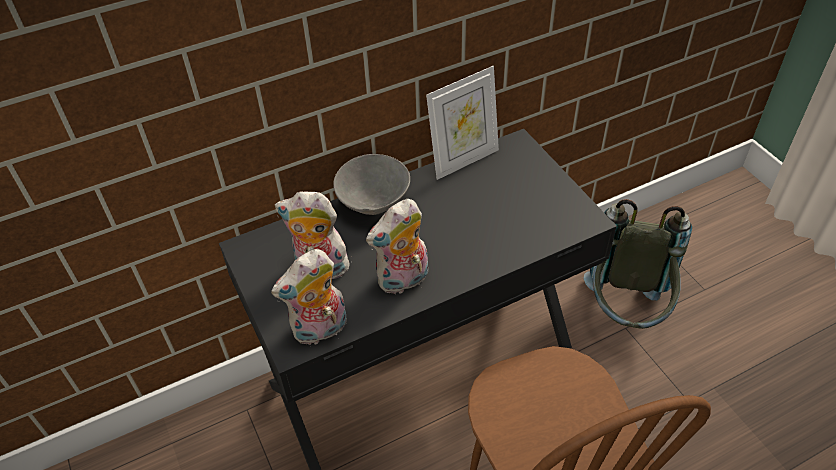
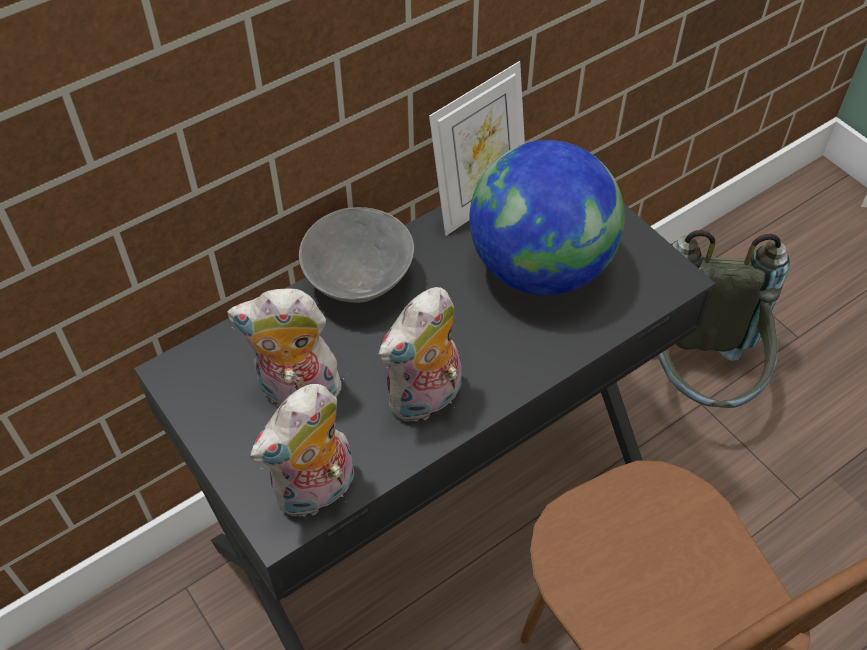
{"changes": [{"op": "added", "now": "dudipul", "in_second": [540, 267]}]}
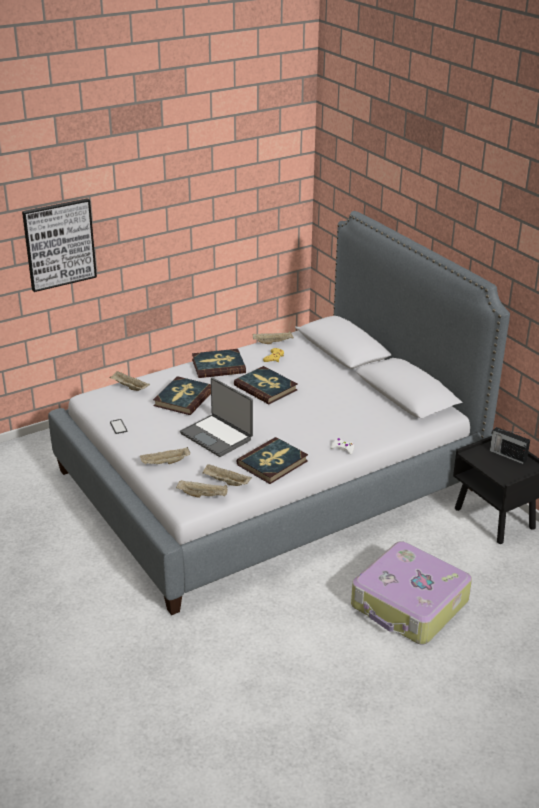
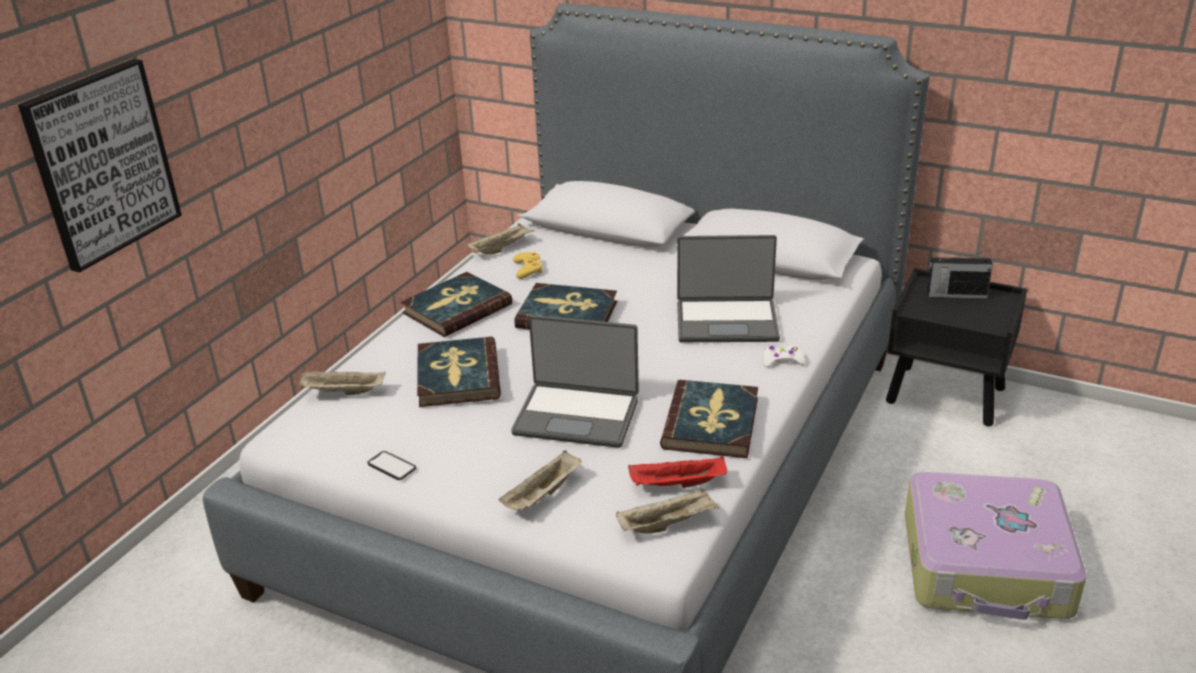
{"changes": [{"op": "recoloured", "was": "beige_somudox", "now": "red_somudox", "in_first": [225, 482], "in_second": [676, 485]}, {"op": "added", "now": "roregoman", "in_second": [727, 321]}]}
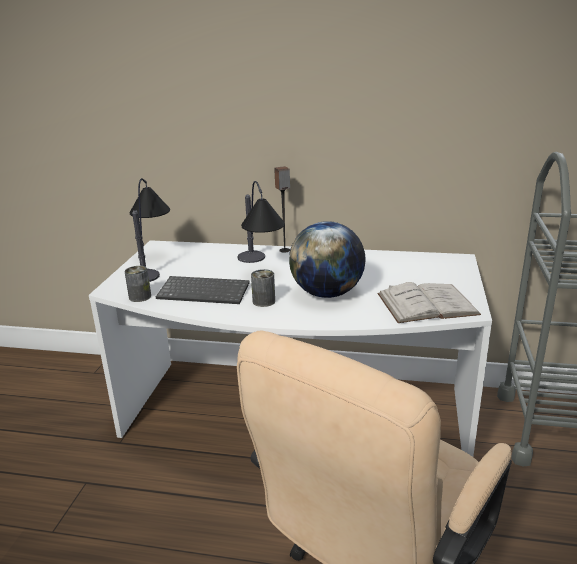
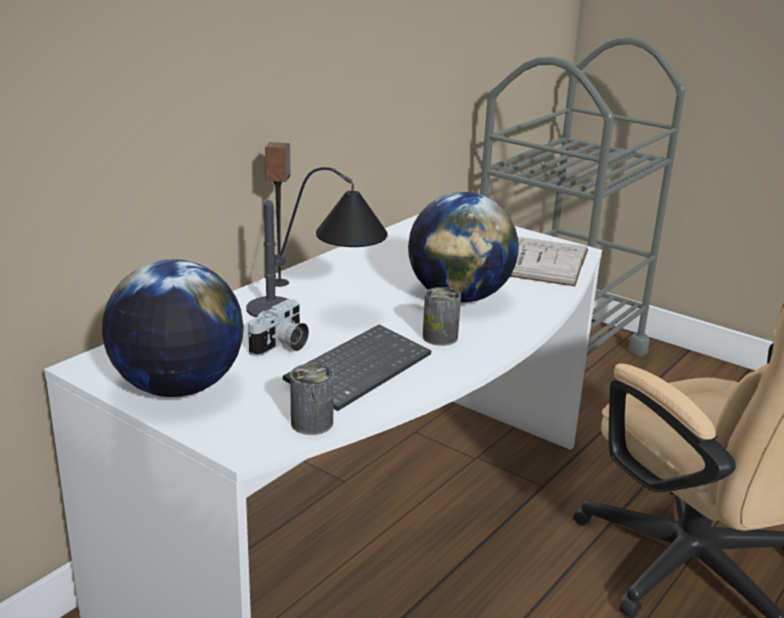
{"changes": [{"op": "replaced", "was": "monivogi", "now": "dudipul", "in_first": [152, 264], "in_second": [177, 388]}, {"op": "added", "now": "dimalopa", "in_second": [281, 346]}]}
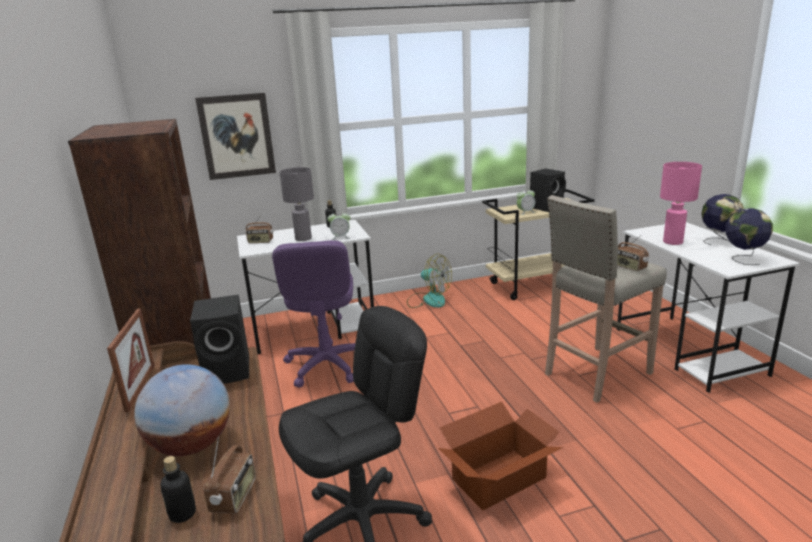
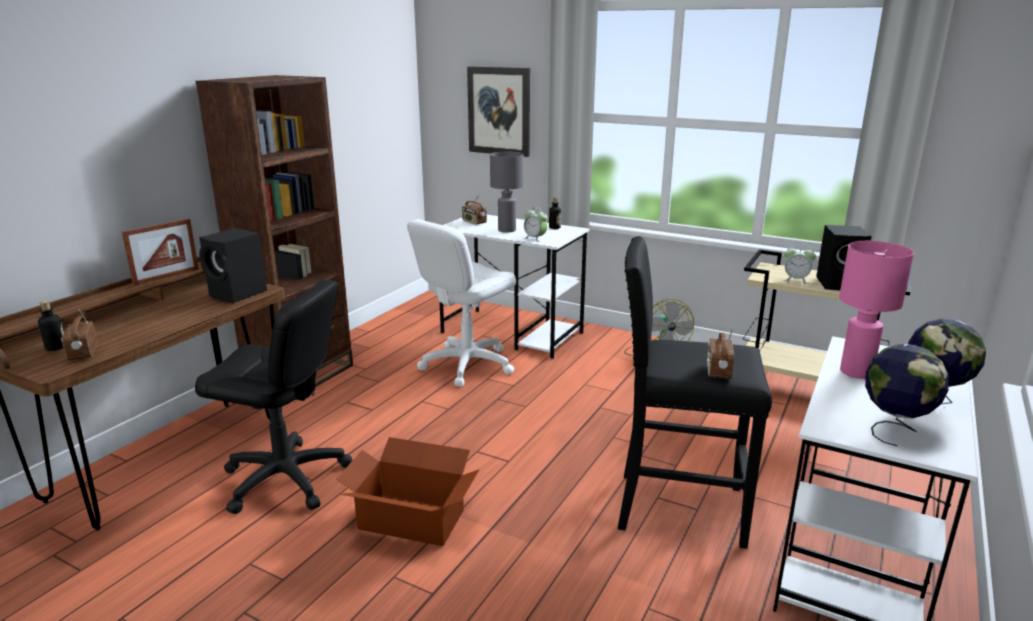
{"changes": [{"op": "recoloured", "was": "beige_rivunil", "now": "black_rivunil", "in_first": [595, 374], "in_second": [677, 507]}, {"op": "recoloured", "was": "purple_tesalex", "now": "white_tesalex", "in_first": [326, 365], "in_second": [467, 364]}, {"op": "removed", "was": "dudipul", "in_first": [191, 446]}, {"op": "turned", "was": "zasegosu", "in_first": [234, 497], "in_second": [82, 353], "clockwise": 105}]}
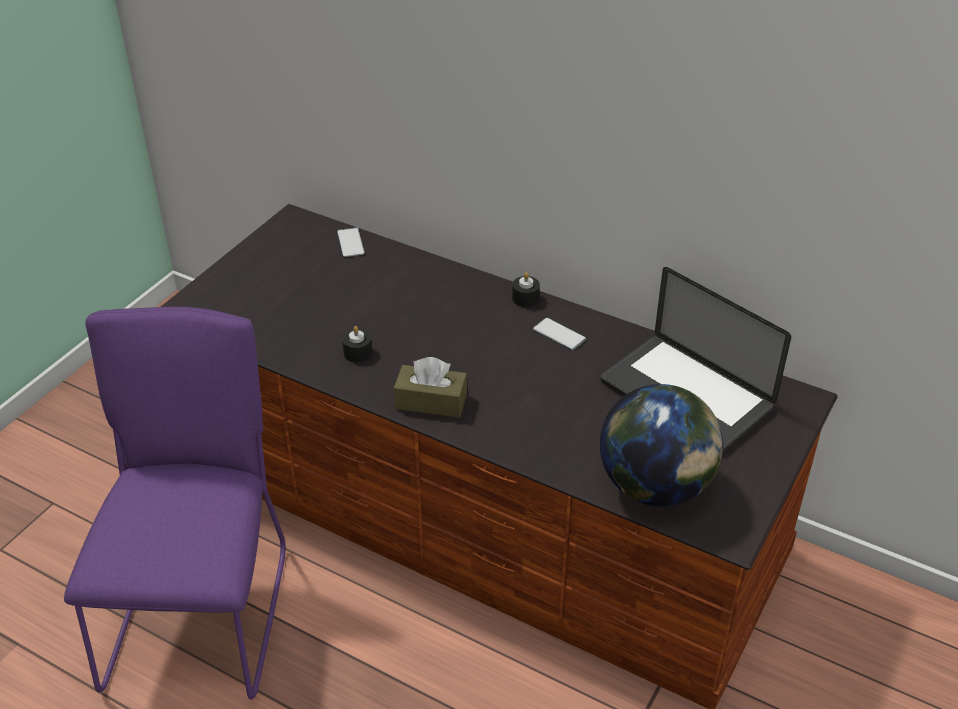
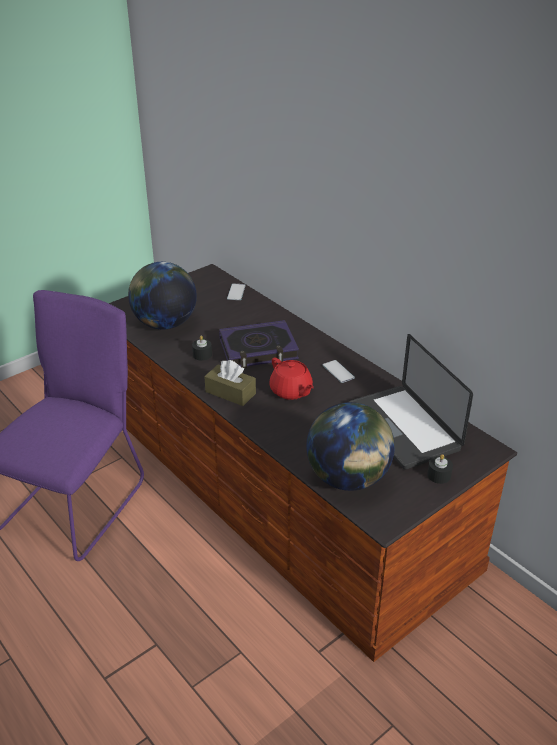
{"changes": [{"op": "moved", "was": "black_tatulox", "in_first": [525, 298], "in_second": [439, 475]}, {"op": "added", "now": "dudipul", "in_second": [164, 324]}, {"op": "added", "now": "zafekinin", "in_second": [258, 350]}, {"op": "added", "now": "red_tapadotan", "in_second": [291, 391]}]}
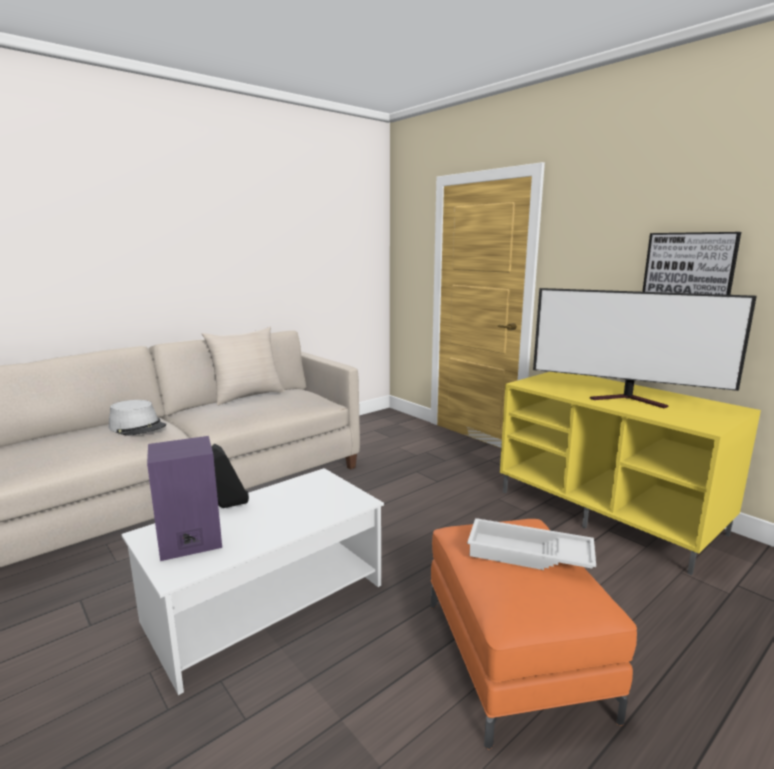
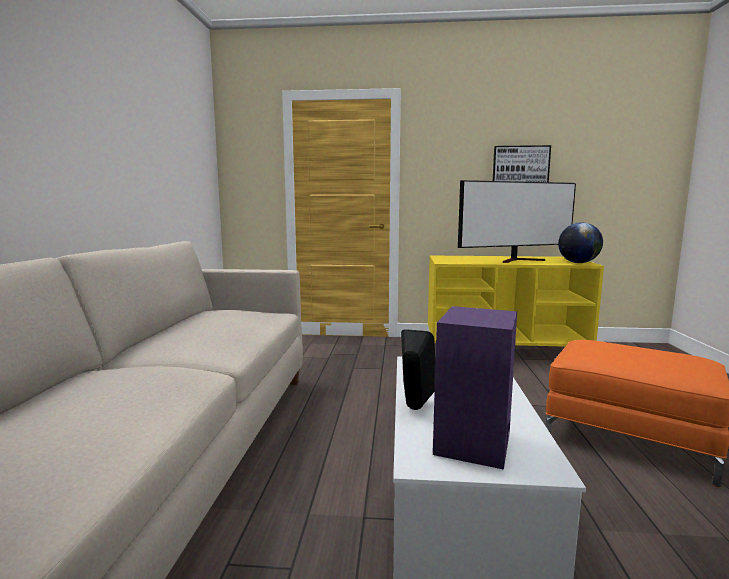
{"changes": [{"op": "removed", "was": "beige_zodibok", "in_first": [247, 396]}, {"op": "removed", "was": "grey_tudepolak", "in_first": [138, 427]}, {"op": "removed", "was": "white_somudox", "in_first": [528, 555]}, {"op": "added", "now": "dudipul", "in_second": [578, 263]}]}
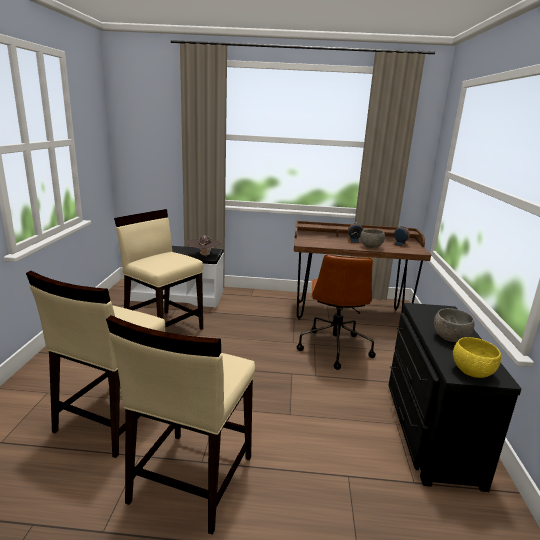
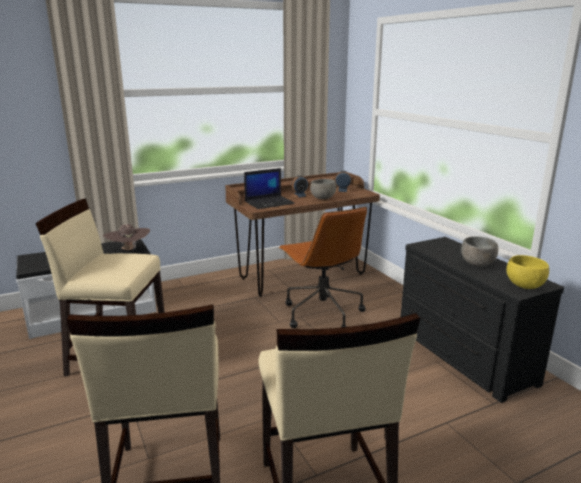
{"changes": [{"op": "added", "now": "roregoman", "in_second": [269, 202]}]}
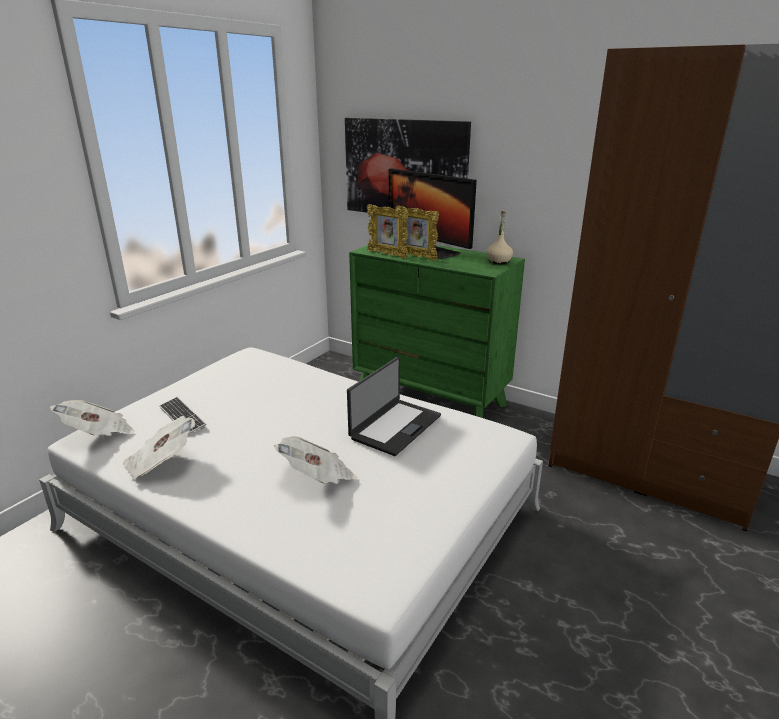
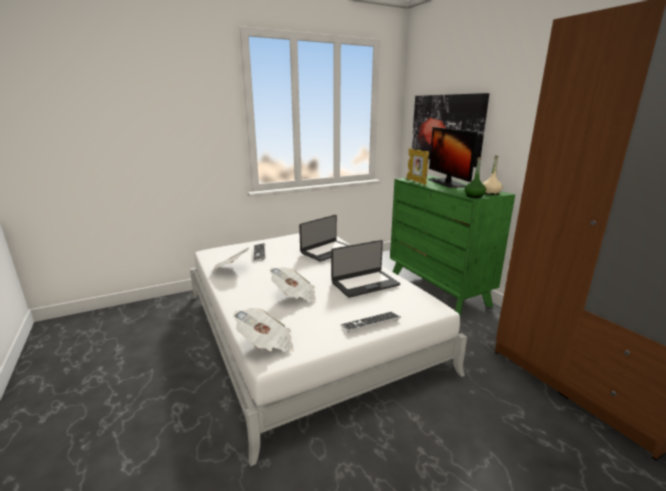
{"changes": [{"op": "removed", "was": "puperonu", "in_first": [416, 257]}, {"op": "moved", "was": "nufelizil", "in_first": [99, 434], "in_second": [266, 344]}, {"op": "added", "now": "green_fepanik", "in_second": [474, 196]}, {"op": "added", "now": "roregoman", "in_second": [327, 251]}, {"op": "added", "now": "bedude", "in_second": [370, 323]}]}
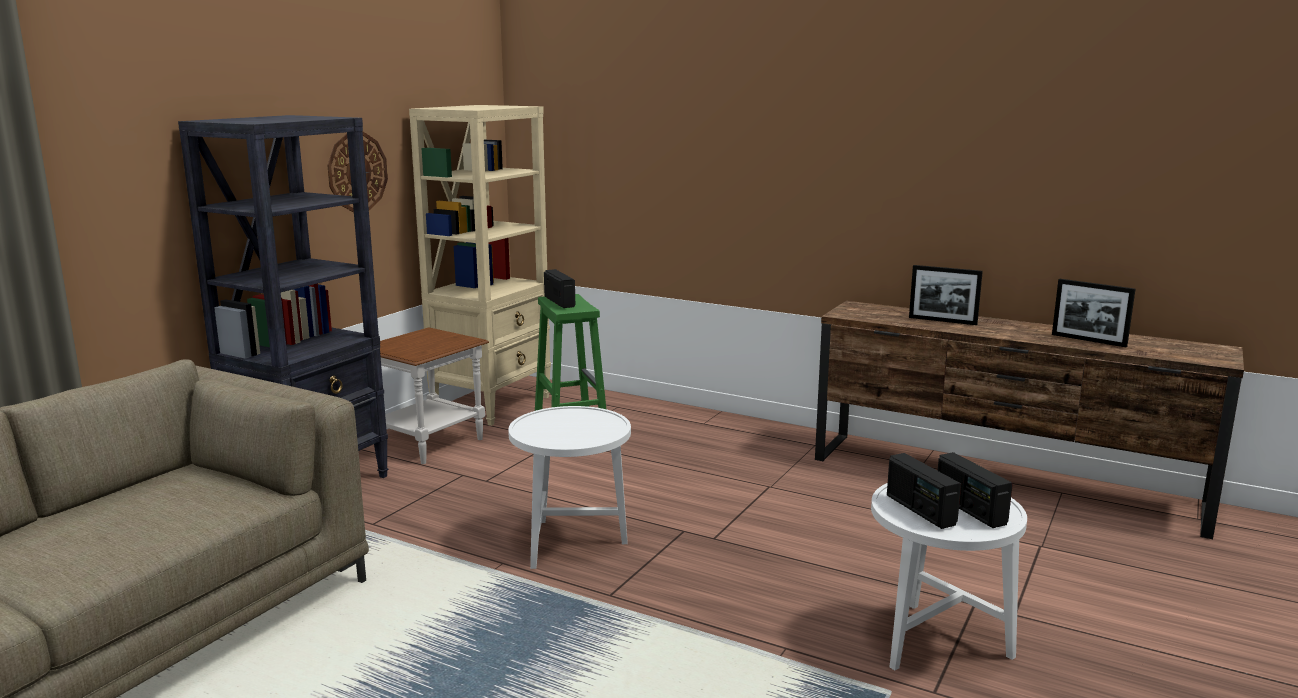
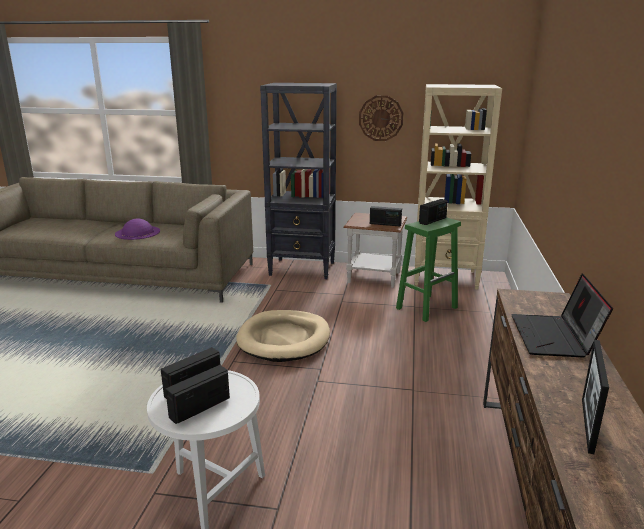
{"changes": [{"op": "replaced", "was": "puperonu", "now": "roregoman", "in_first": [942, 321], "in_second": [554, 337]}, {"op": "replaced", "was": "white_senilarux", "now": "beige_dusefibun", "in_first": [572, 543], "in_second": [284, 339]}, {"op": "added", "now": "zasegosu", "in_second": [385, 224]}, {"op": "added", "now": "purple_tudepolak", "in_second": [137, 232]}]}
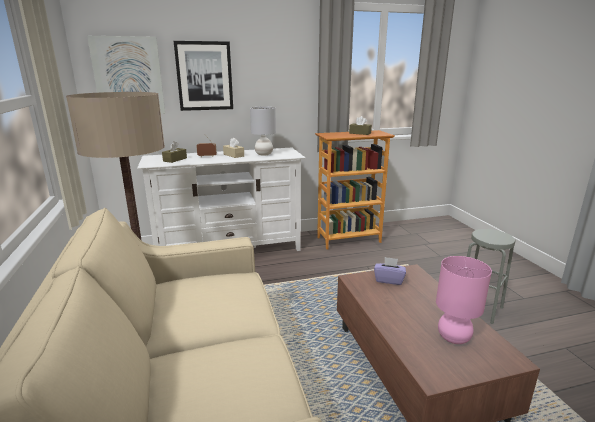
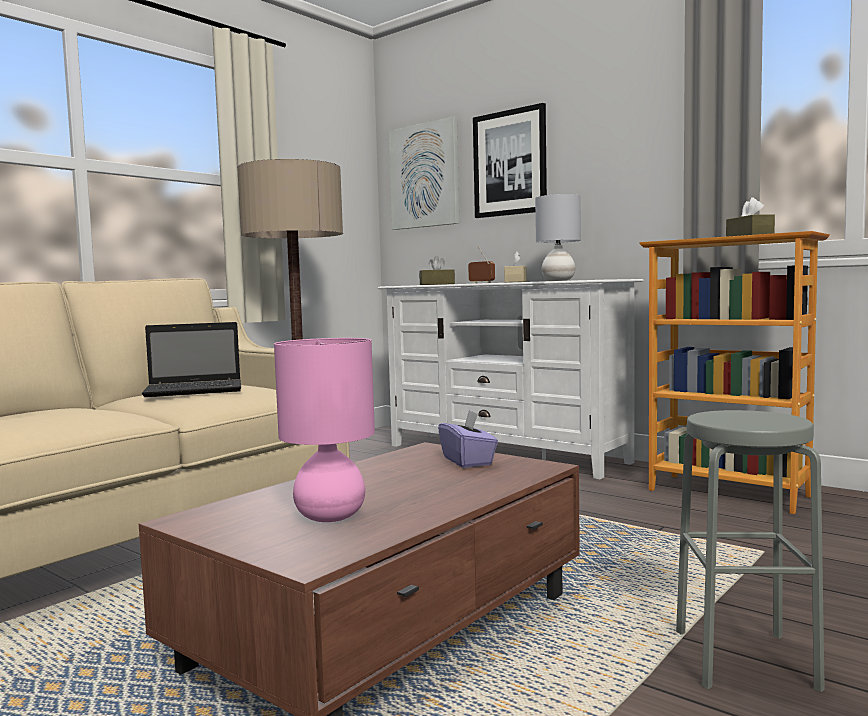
{"changes": [{"op": "added", "now": "roregoman", "in_second": [196, 390]}]}
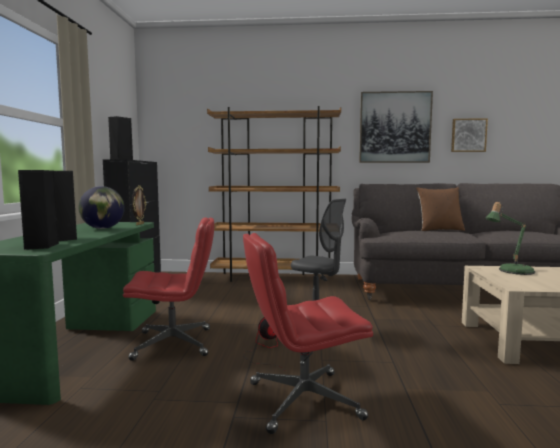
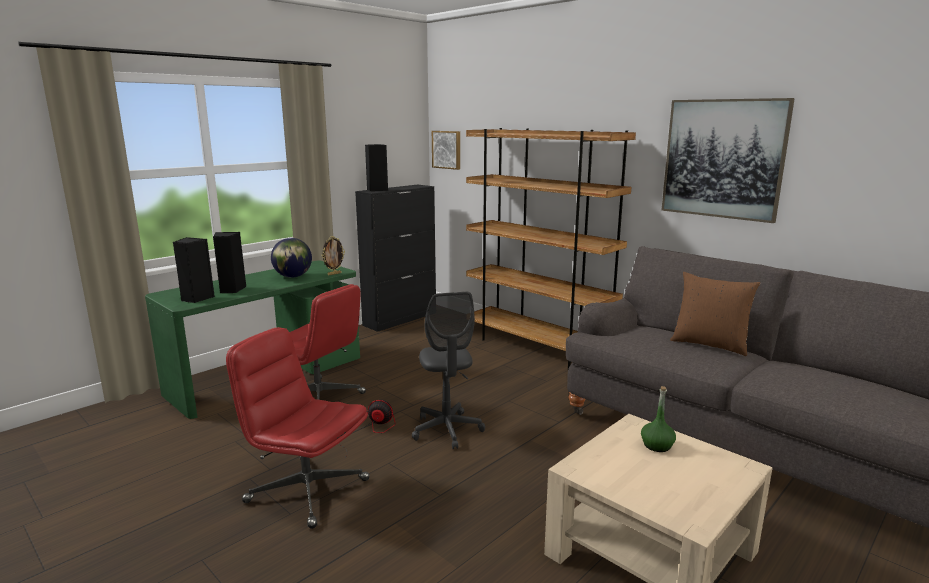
{"changes": [{"op": "moved", "was": "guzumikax", "in_first": [468, 135], "in_second": [447, 149]}, {"op": "replaced", "was": "monivogi", "now": "green_fepanik", "in_first": [511, 271], "in_second": [657, 445]}]}
